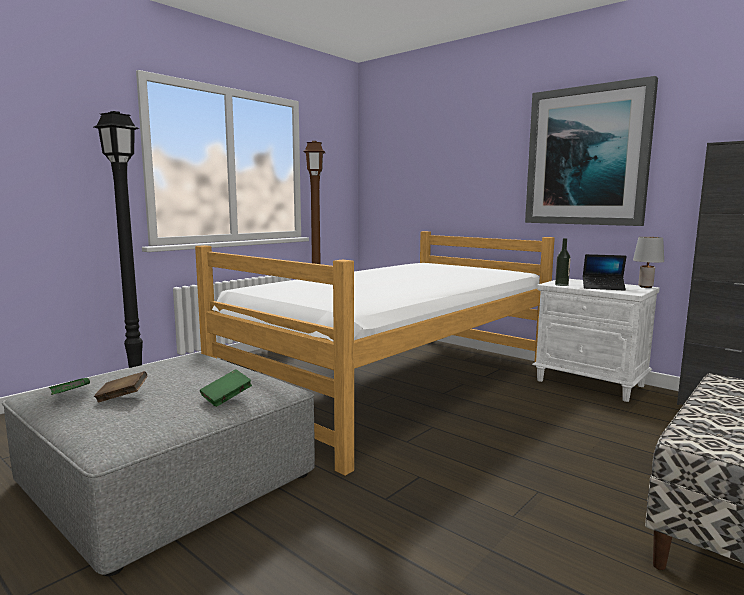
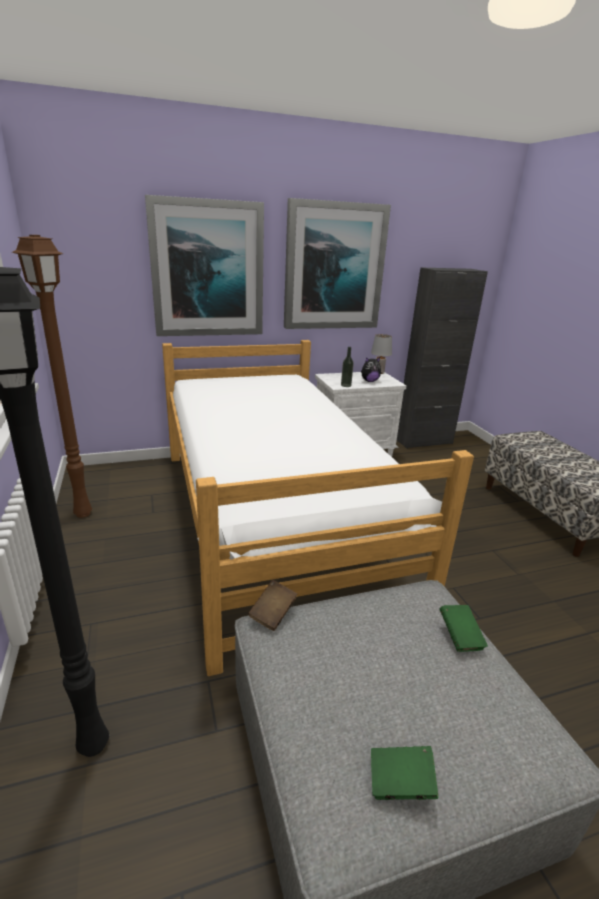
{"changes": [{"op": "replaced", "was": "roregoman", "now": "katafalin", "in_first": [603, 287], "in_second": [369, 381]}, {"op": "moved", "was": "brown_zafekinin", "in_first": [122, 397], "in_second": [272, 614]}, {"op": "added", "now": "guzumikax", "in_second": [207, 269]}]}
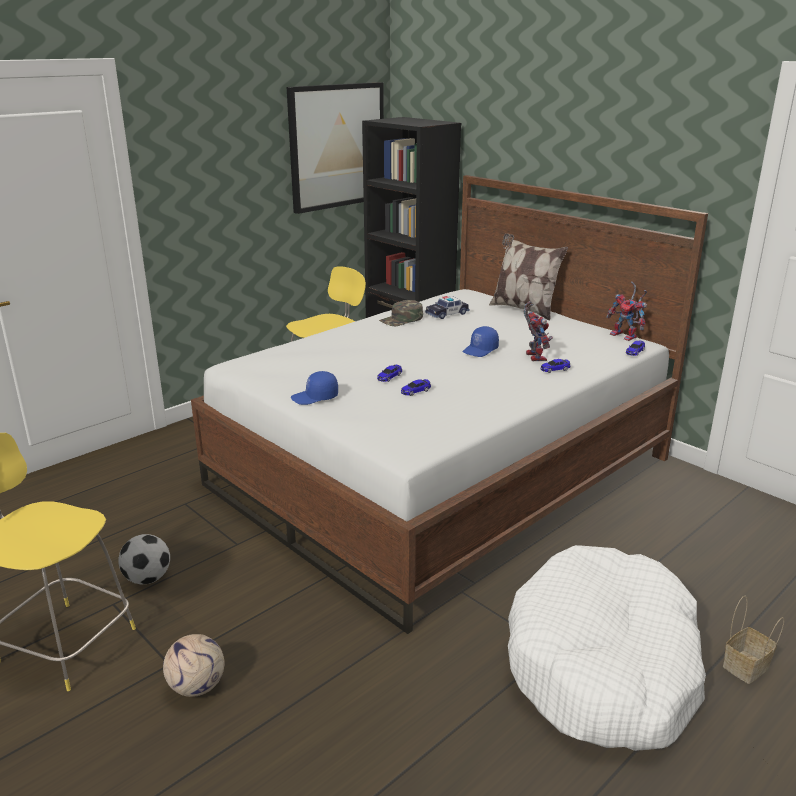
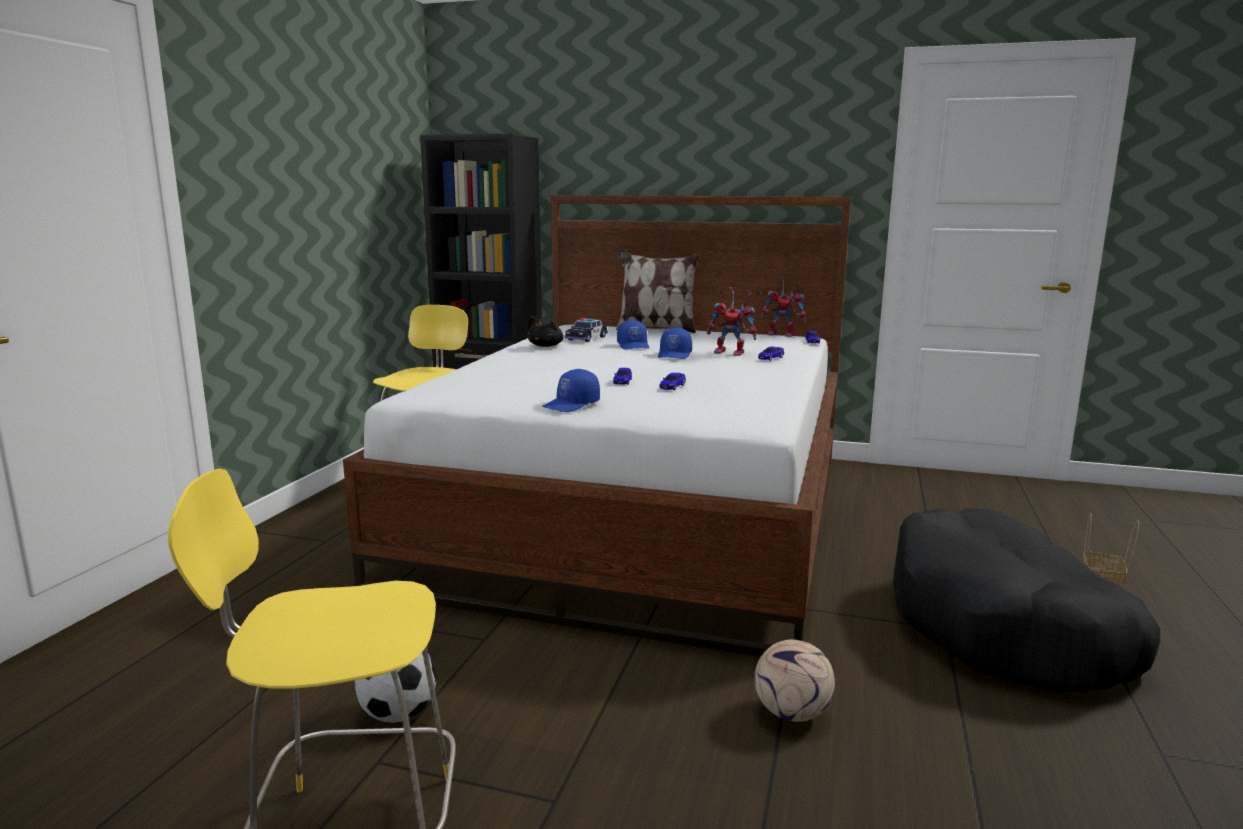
{"changes": [{"op": "removed", "was": "guzumikax", "in_first": [337, 146]}, {"op": "replaced", "was": "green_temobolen", "now": "black_katafalin", "in_first": [401, 319], "in_second": [546, 346]}, {"op": "turned", "was": "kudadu", "in_first": [533, 356], "in_second": [732, 353], "clockwise": 150}, {"op": "recoloured", "was": "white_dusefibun", "now": "black_dusefibun", "in_first": [604, 665], "in_second": [1005, 627]}, {"op": "moved", "was": "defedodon", "in_first": [197, 686], "in_second": [790, 713]}, {"op": "added", "now": "blue_temobolen", "in_second": [634, 346]}]}
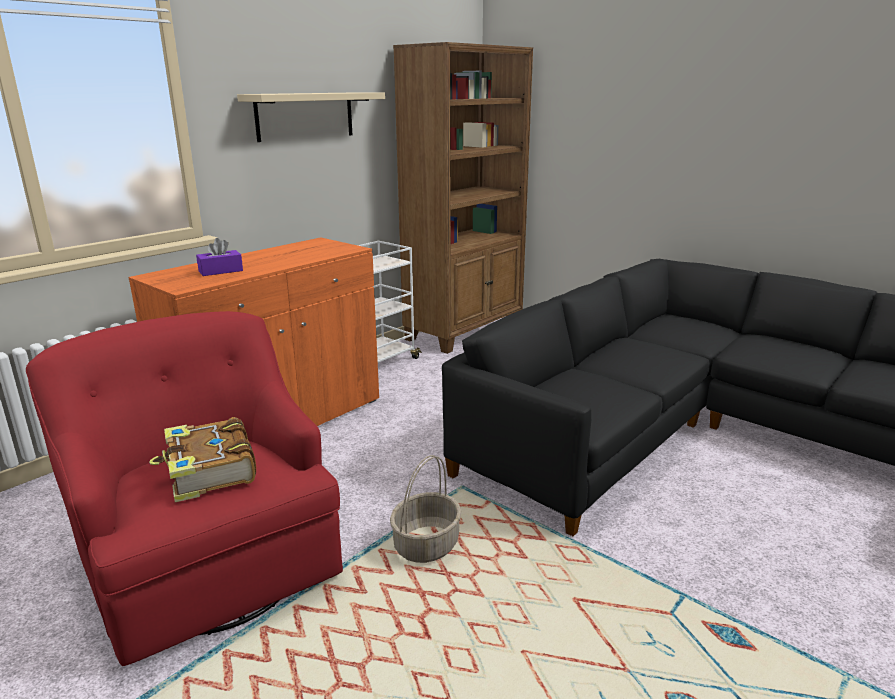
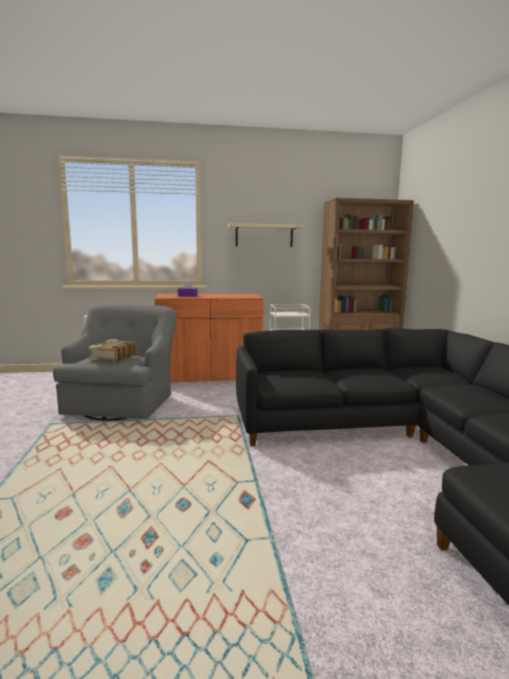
{"changes": [{"op": "recoloured", "was": "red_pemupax", "now": "grey_pemupax", "in_first": [208, 556], "in_second": [123, 402]}, {"op": "removed", "was": "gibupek", "in_first": [426, 544]}]}
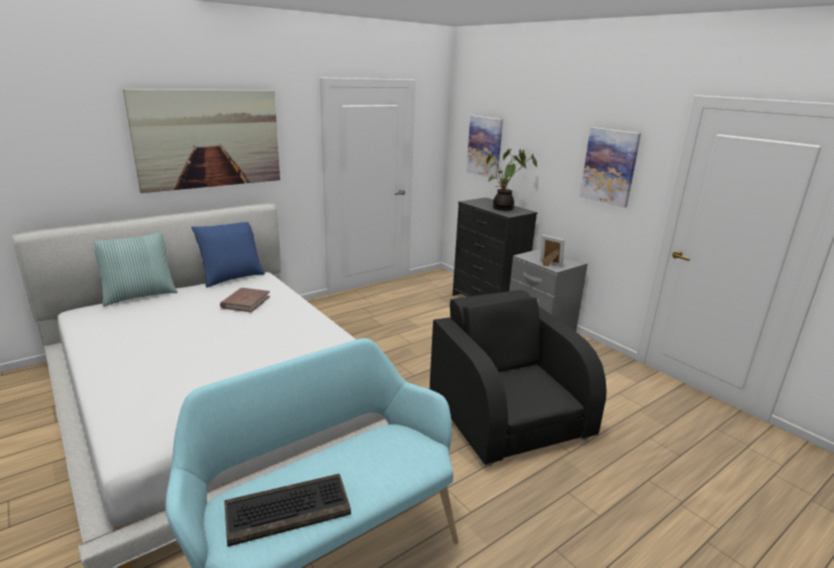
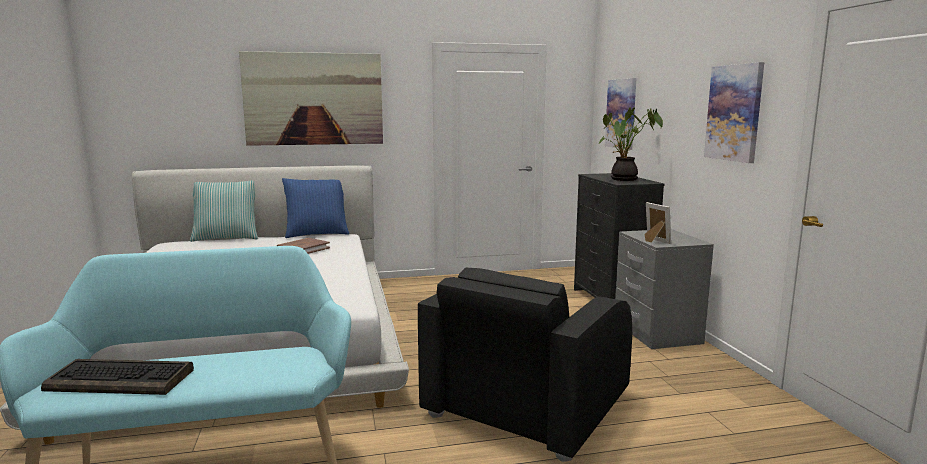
{"changes": [{"op": "turned", "was": "black_pemupax", "in_first": [507, 416], "in_second": [526, 405], "clockwise": -150}]}
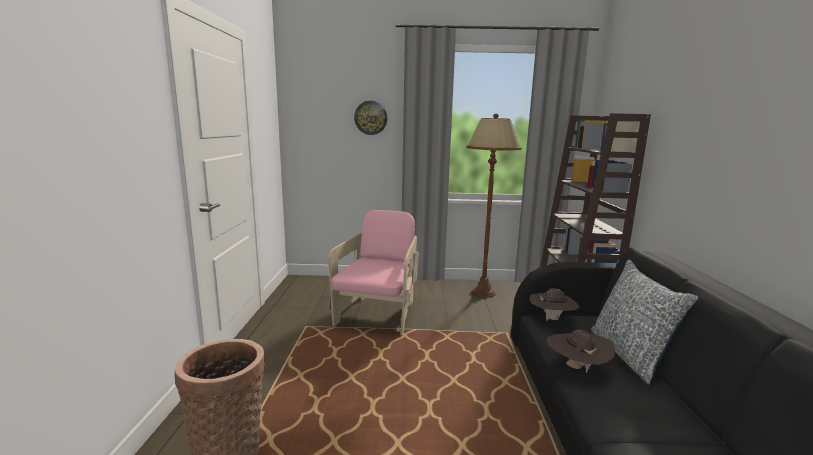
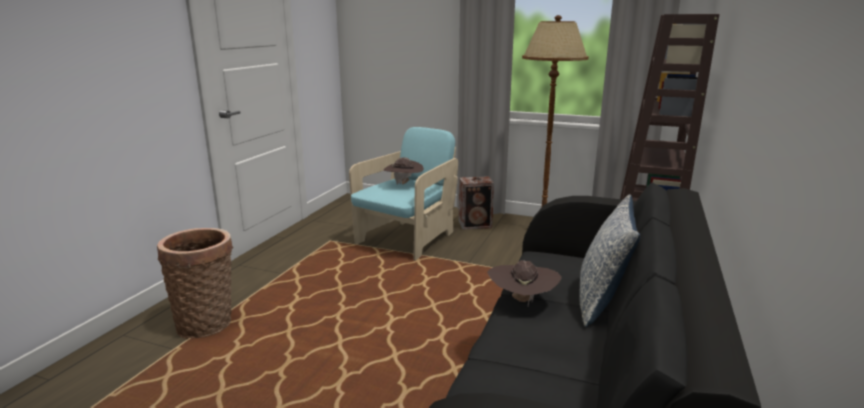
{"changes": [{"op": "removed", "was": "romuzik", "in_first": [371, 118]}, {"op": "recoloured", "was": "pink_pemupax", "now": "turquoise_pemupax", "in_first": [378, 314], "in_second": [407, 239]}, {"op": "moved", "was": "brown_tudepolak", "in_first": [551, 319], "in_second": [403, 184]}, {"op": "added", "now": "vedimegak", "in_second": [476, 224]}]}
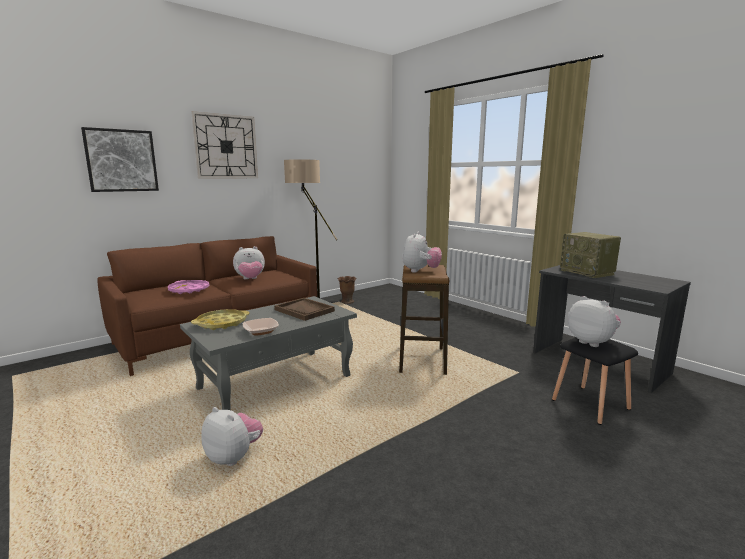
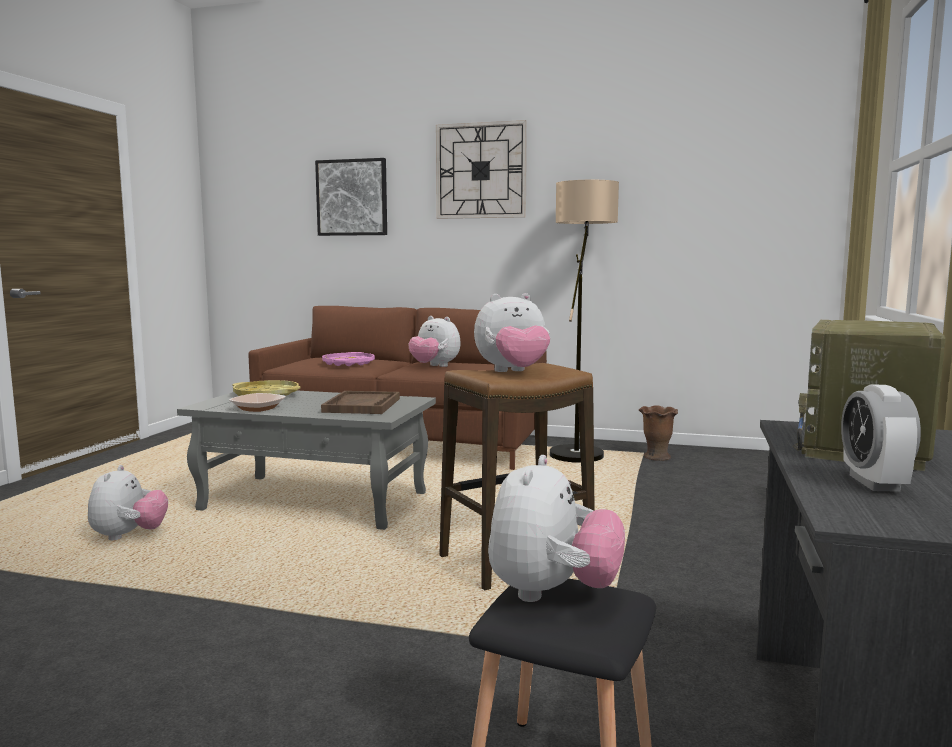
{"changes": [{"op": "added", "now": "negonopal", "in_second": [874, 483]}]}
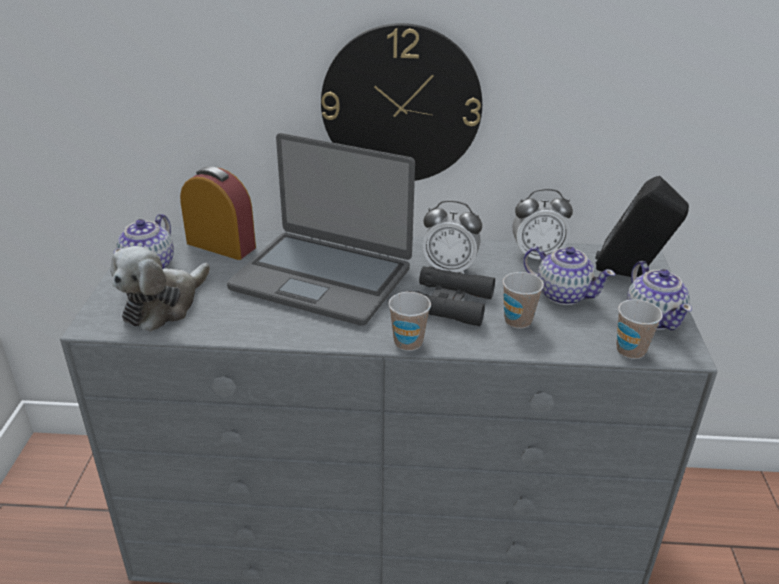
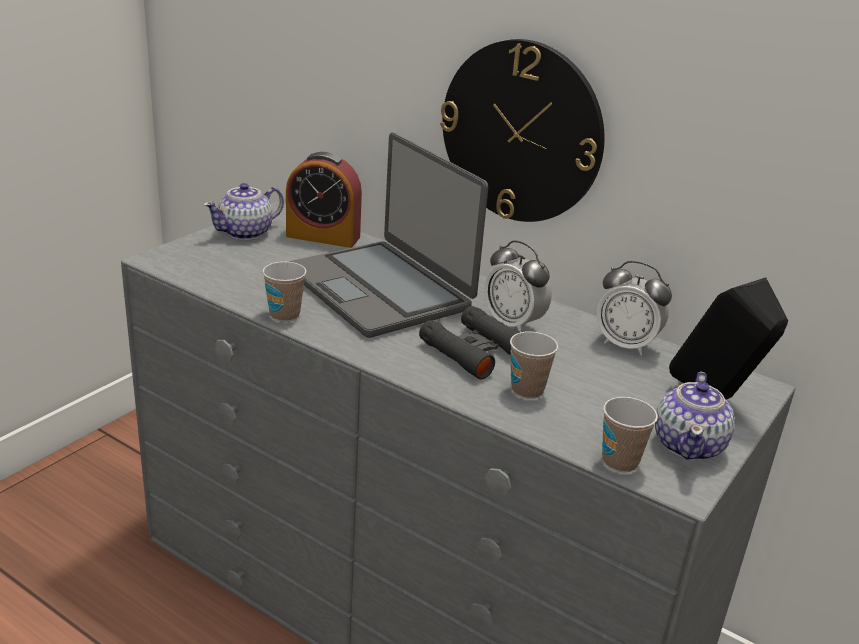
{"changes": [{"op": "turned", "was": "negonopal", "in_first": [221, 245], "in_second": [323, 236], "clockwise": 135}, {"op": "removed", "was": "katafalin", "in_first": [164, 305]}, {"op": "removed", "was": "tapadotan", "in_first": [562, 294]}, {"op": "moved", "was": "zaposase", "in_first": [408, 342], "in_second": [284, 315]}]}
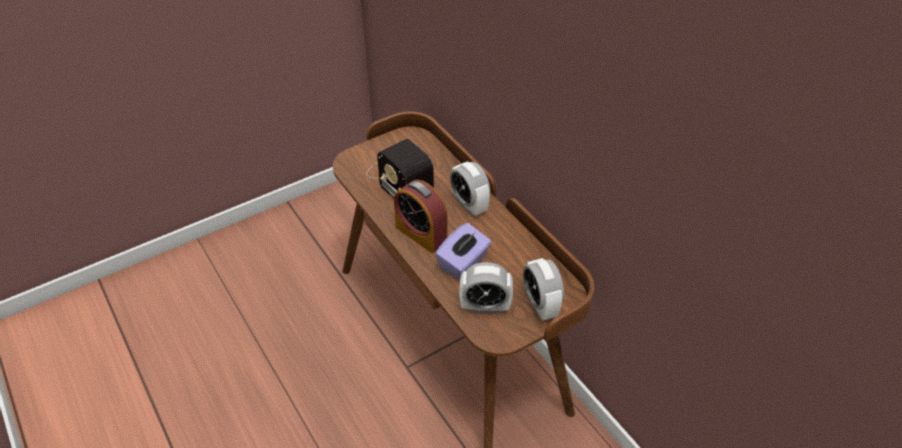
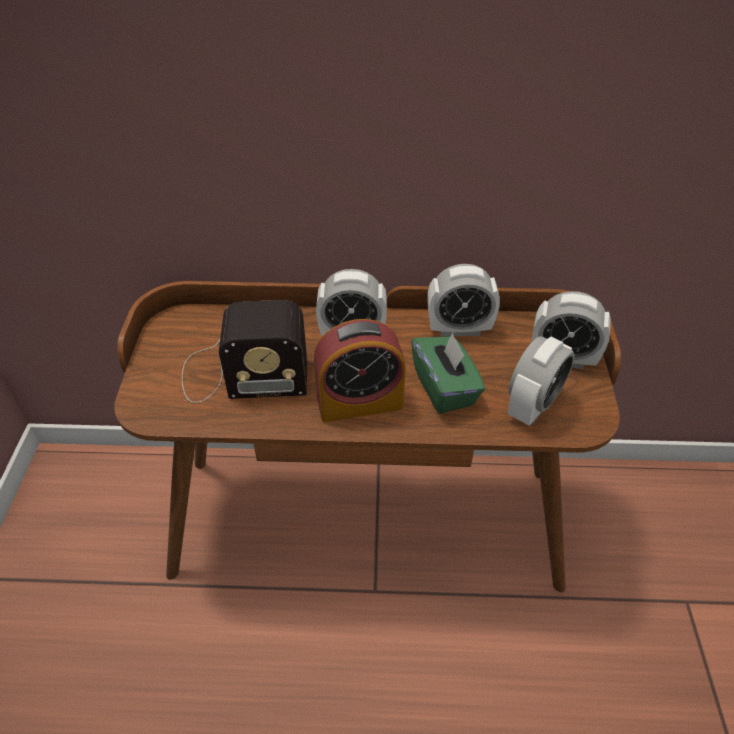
{"changes": [{"op": "recoloured", "was": "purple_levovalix", "now": "green_levovalix", "in_first": [463, 263], "in_second": [445, 388]}, {"op": "added", "now": "negonopal", "in_second": [459, 329]}]}
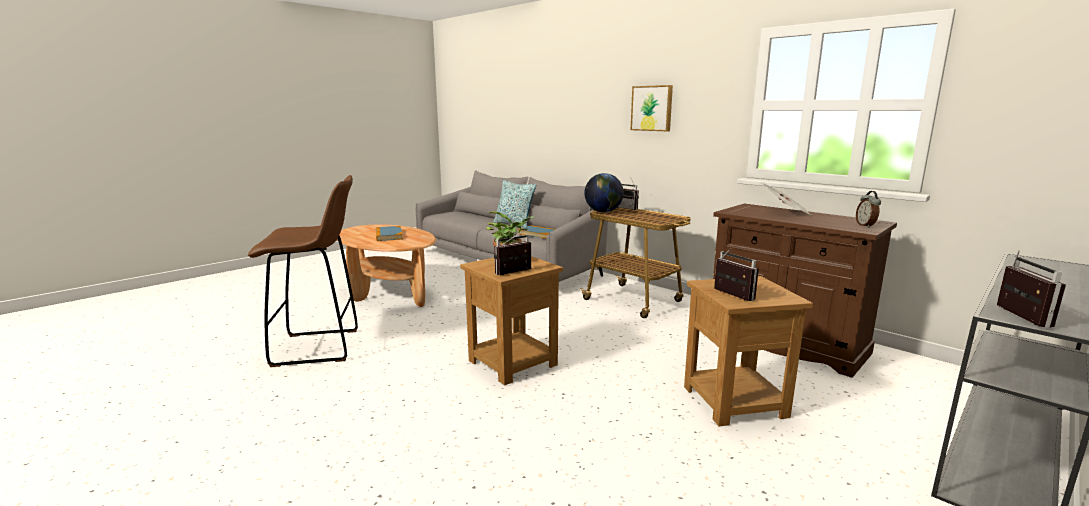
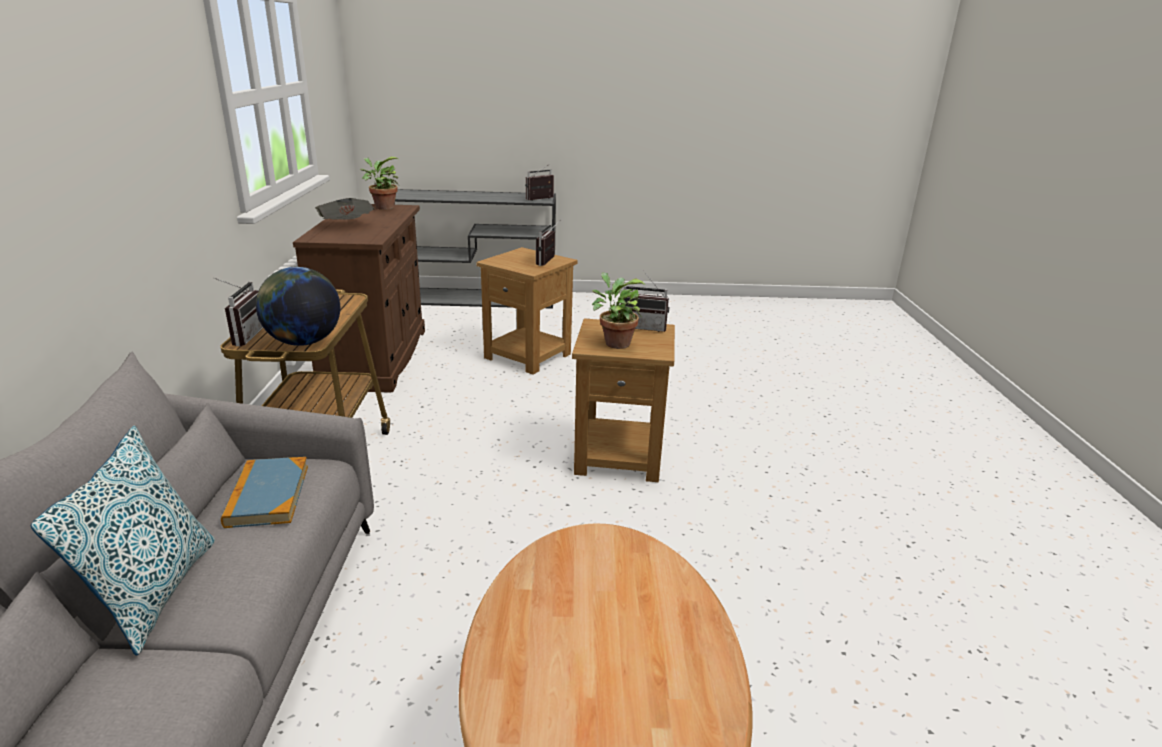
{"changes": [{"op": "removed", "was": "guzumikax", "in_first": [652, 108]}, {"op": "removed", "was": "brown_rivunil", "in_first": [320, 347]}, {"op": "replaced", "was": "negonopal", "now": "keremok", "in_first": [866, 226], "in_second": [382, 207]}, {"op": "removed", "was": "zafekinin", "in_first": [389, 235]}]}
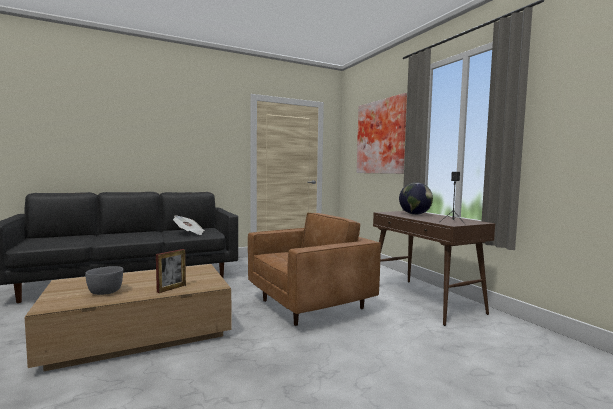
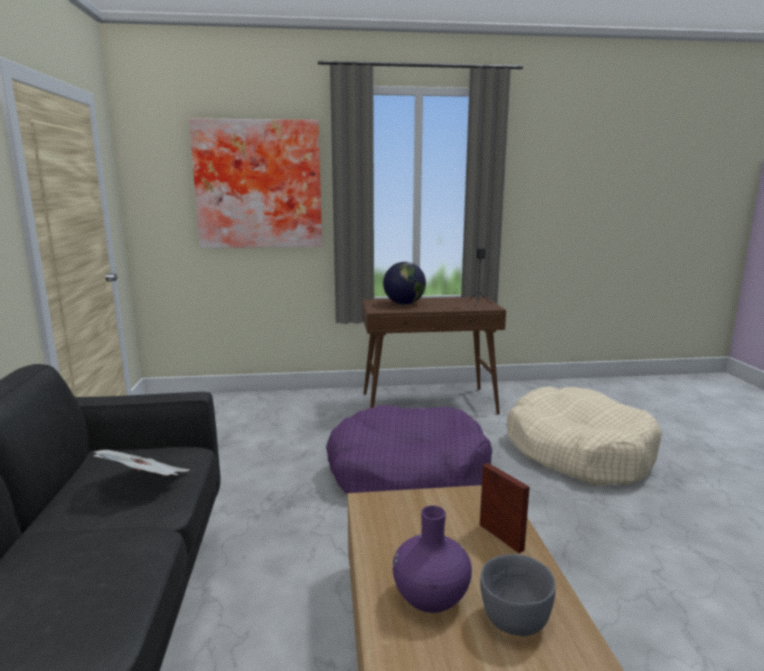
{"changes": [{"op": "replaced", "was": "brown_pemupax", "now": "purple_dusefibun", "in_first": [309, 305], "in_second": [407, 473]}, {"op": "added", "now": "beige_dusefibun", "in_second": [578, 451]}, {"op": "added", "now": "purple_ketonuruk", "in_second": [430, 597]}]}
